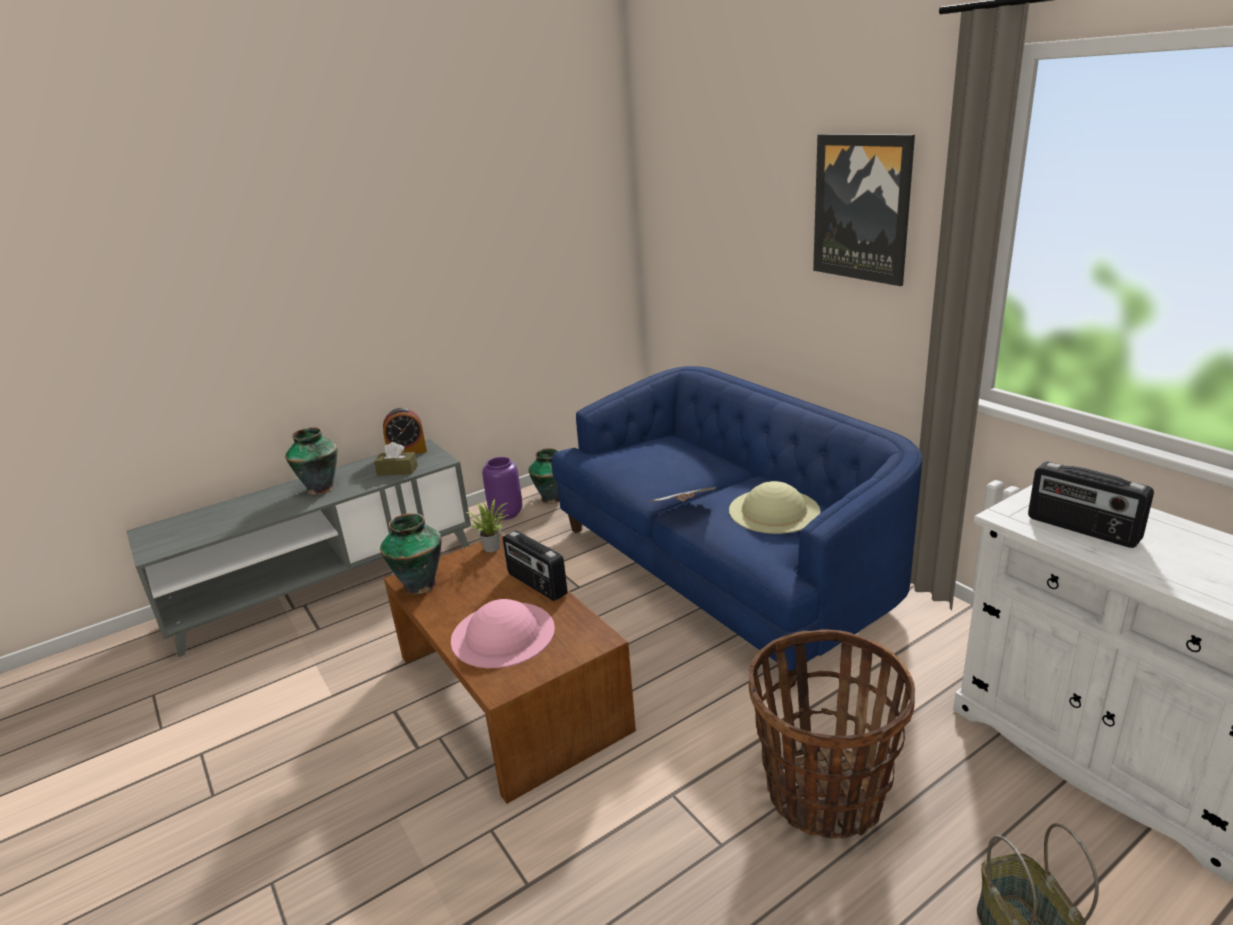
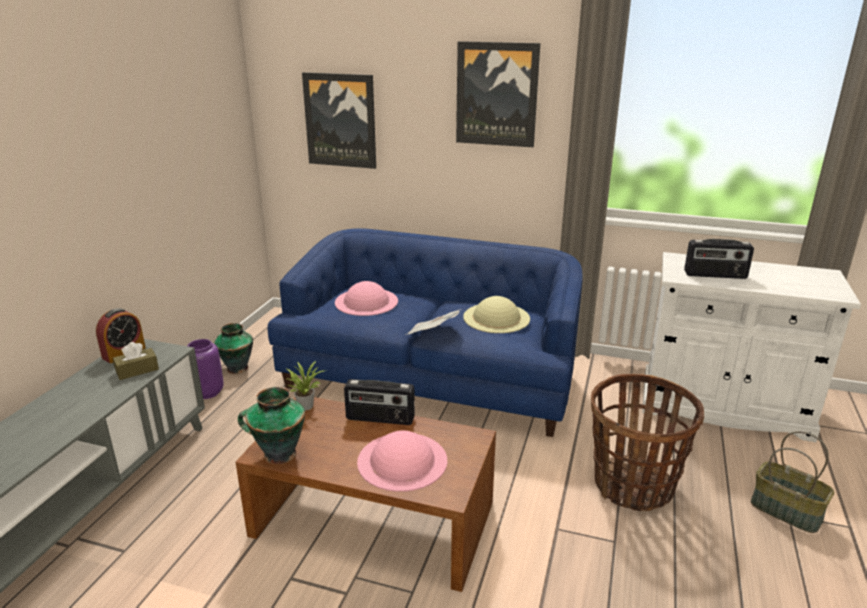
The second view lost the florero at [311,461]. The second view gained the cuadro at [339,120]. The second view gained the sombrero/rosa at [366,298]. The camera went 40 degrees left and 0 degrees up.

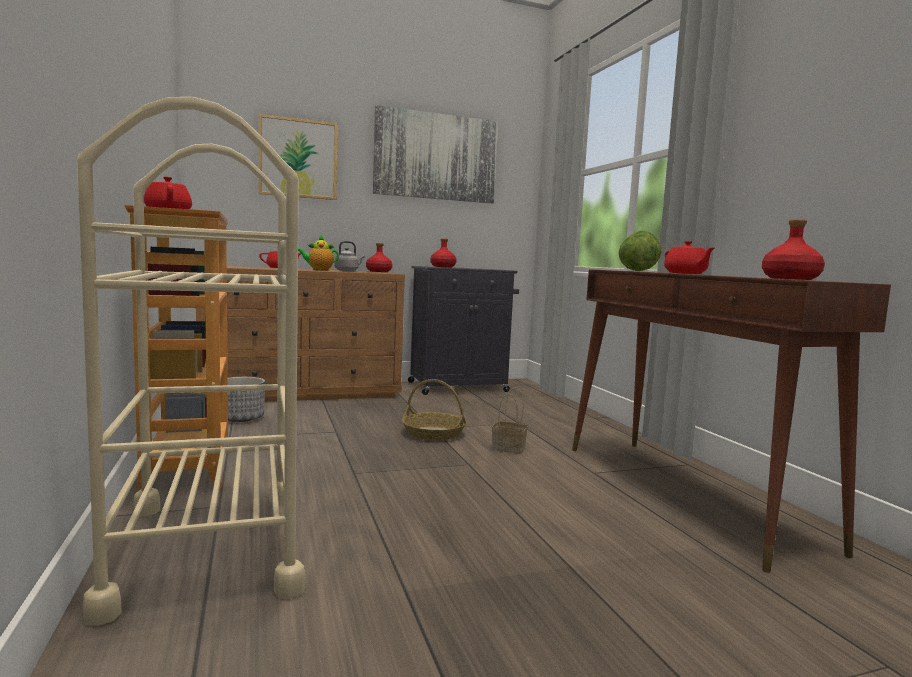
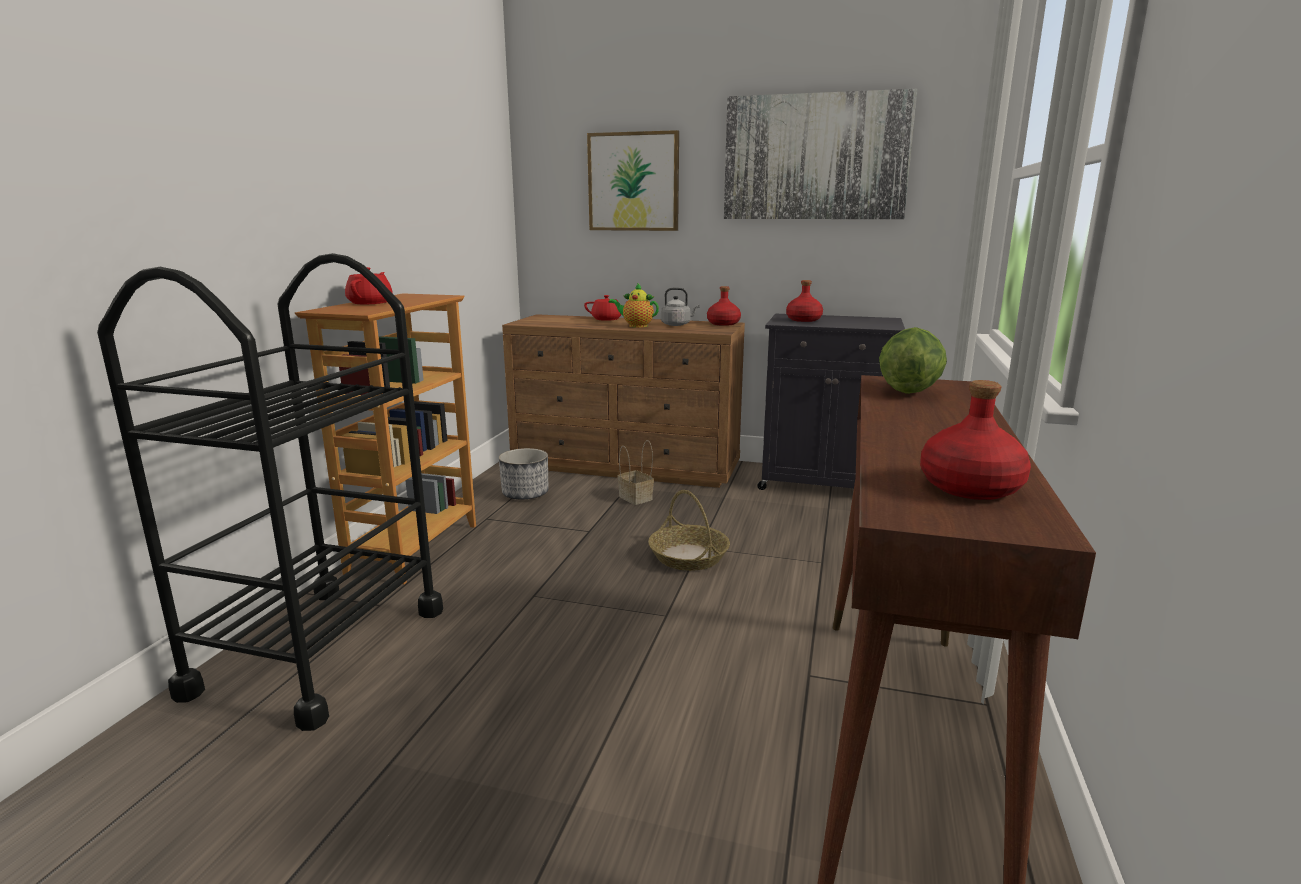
The second view lost the tetera/rojo at [689,257]. The cesta ended up elsewhere, having gone from [510,421] to [636,472]. What was the carrito/beis at [191,361] turned into the carrito/negro at [270,492]. The camera went 35 degrees right and 10 degrees up.

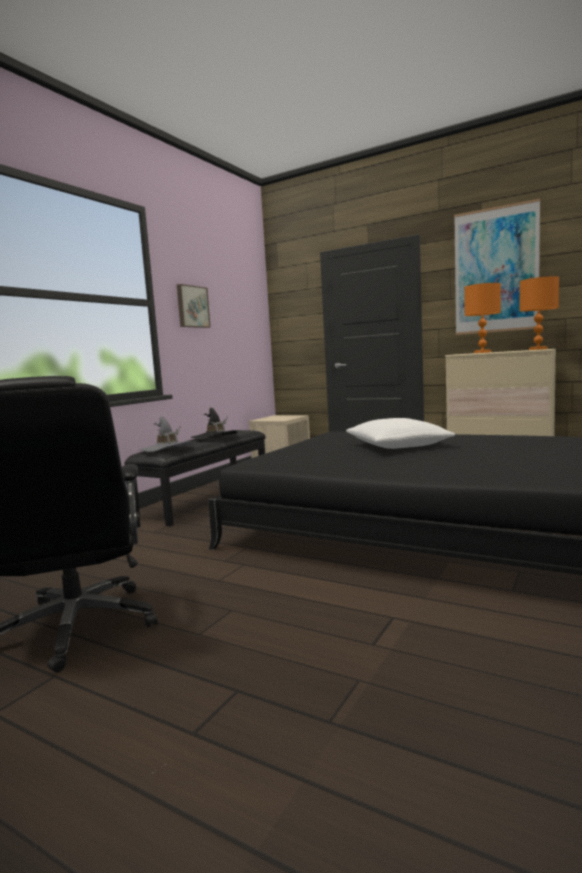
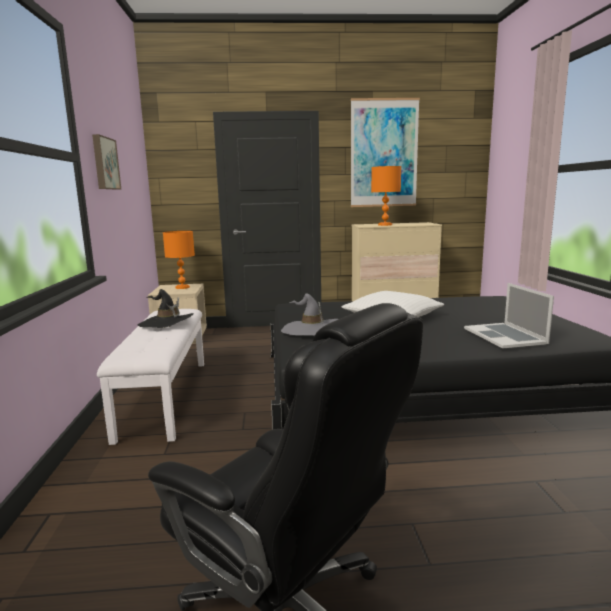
The second view gained the portátil at [509,316]. The sombrero/gris ended up elsewhere, having gone from [165,434] to [309,314]. The lámpara de mesa/naranja ended up elsewhere, having gone from [539,313] to [179,260]. What was the banco/negro at [195,478] turned into the banco/blanco at [150,377]. The camera went 35 degrees left and 5 degrees up.

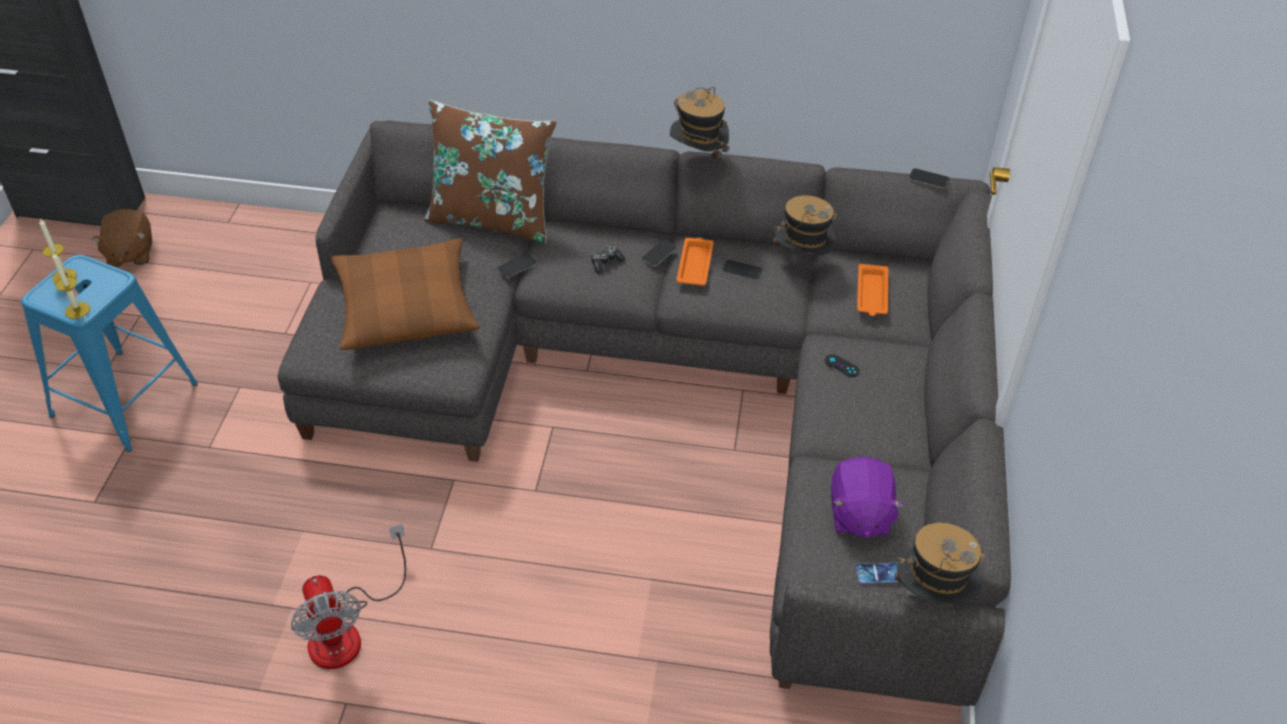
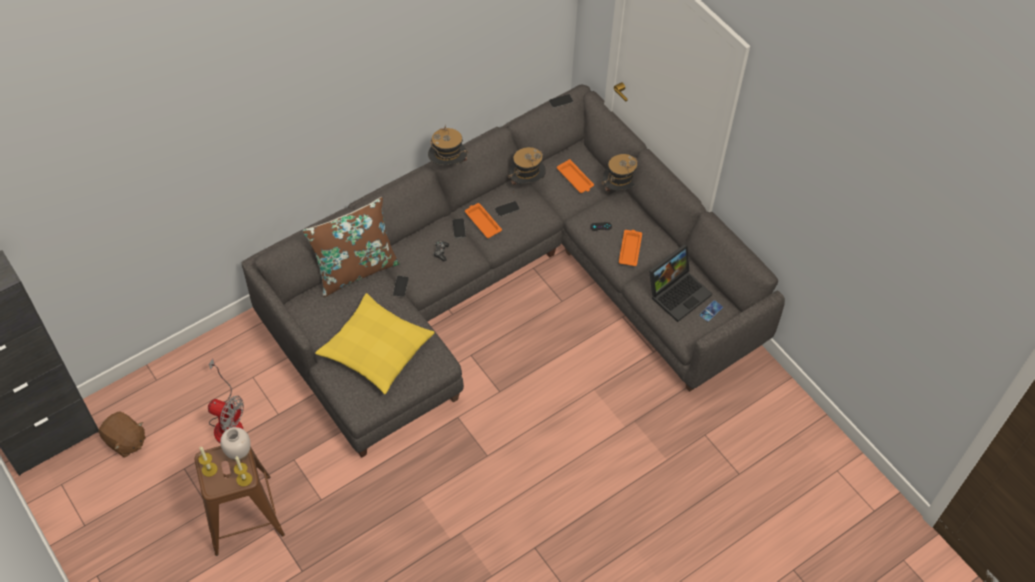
The second view gained the florero/blanco at [235,444]. The second view gained the bandeja/naranja at [630,248]. The ventilador ended up elsewhere, having gone from [348,596] to [226,400]. The sombrero ended up elsewhere, having gone from [938,565] to [619,177]. Where the peluche/morado stood at [867,497], the portátil came to stand at [680,283]. What was the taburete/azul at [109,353] turned into the taburete/marrón at [240,501]. What was the cojín/marrón at [405,294] turned into the cojín/amarillo at [375,343]. The camera went 45 degrees left and 10 degrees up.

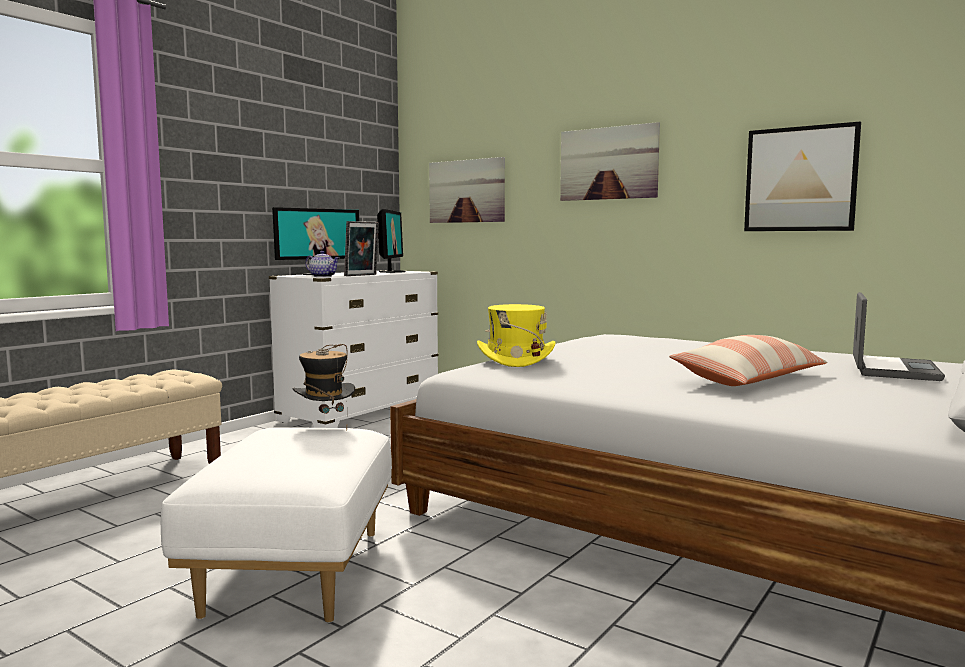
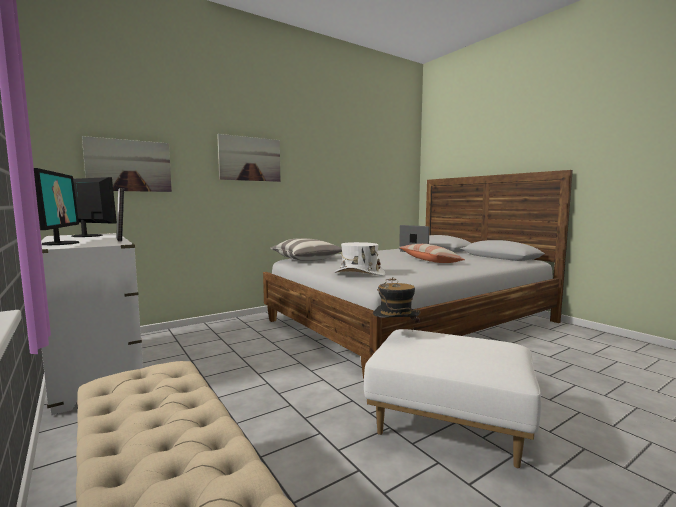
The second view lost the tetera at [322,264]. The second view lost the cuadro at [802,176]. The second view gained the cojín at [306,249]. What was the sombrero/amarillo at [516,335] turned into the sombrero/blanco at [359,259]. The camera went 70 degrees left and 0 degrees up.

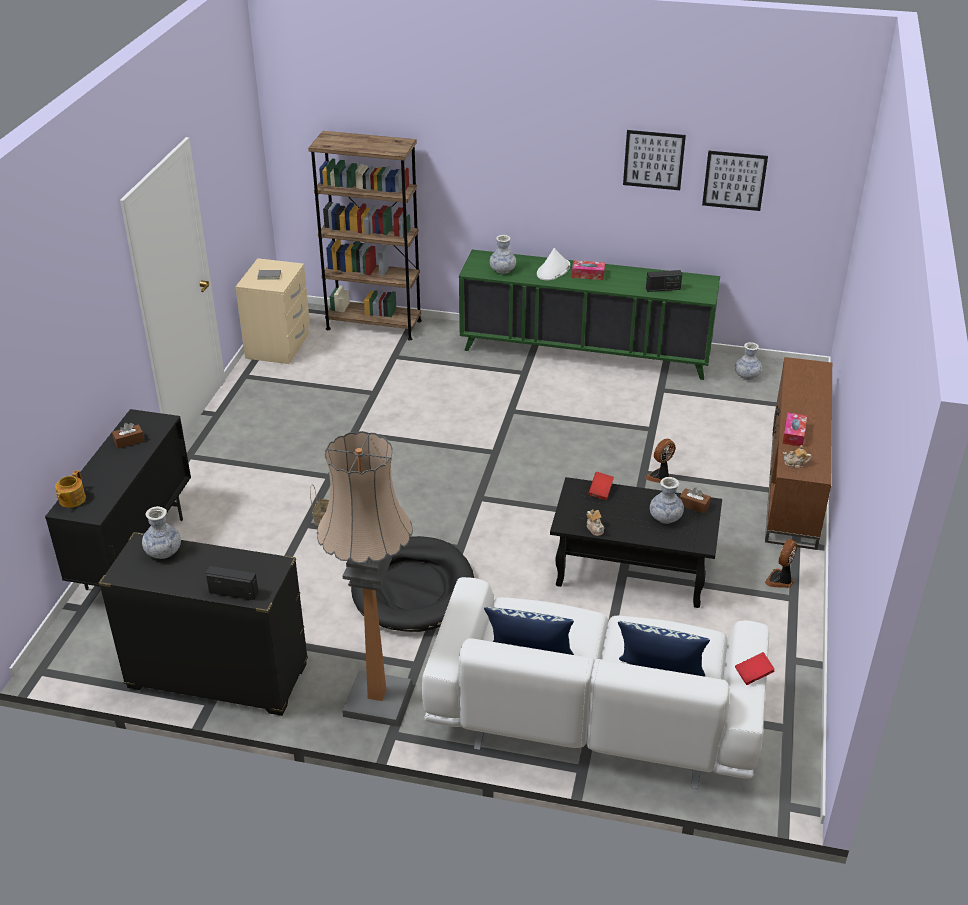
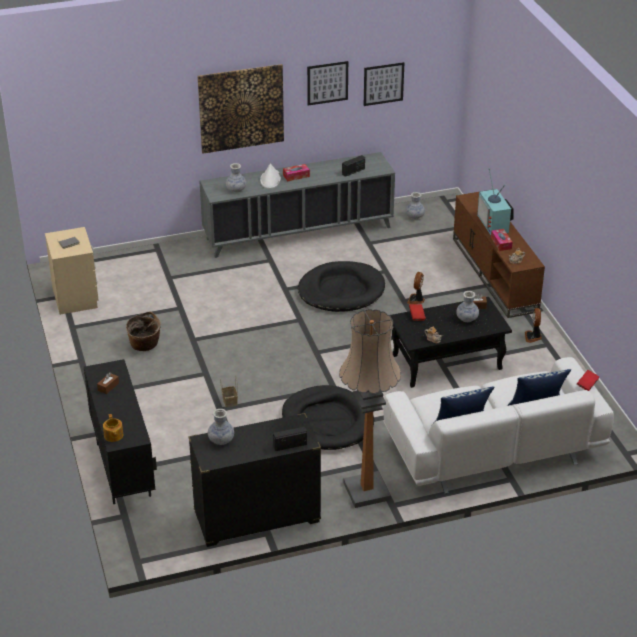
The second view lost the estantería/marrón at [365,235]. The second view gained the cesta at [143,331]. The second view gained the cuadro at [240,109]. The second view gained the cama para perro/negro at [341,286]. The second view gained the televisor at [495,201]. What was the armario/verde at [589,315] turned into the armario/gris at [297,205]. The camera went 30 degrees left and 0 degrees up.

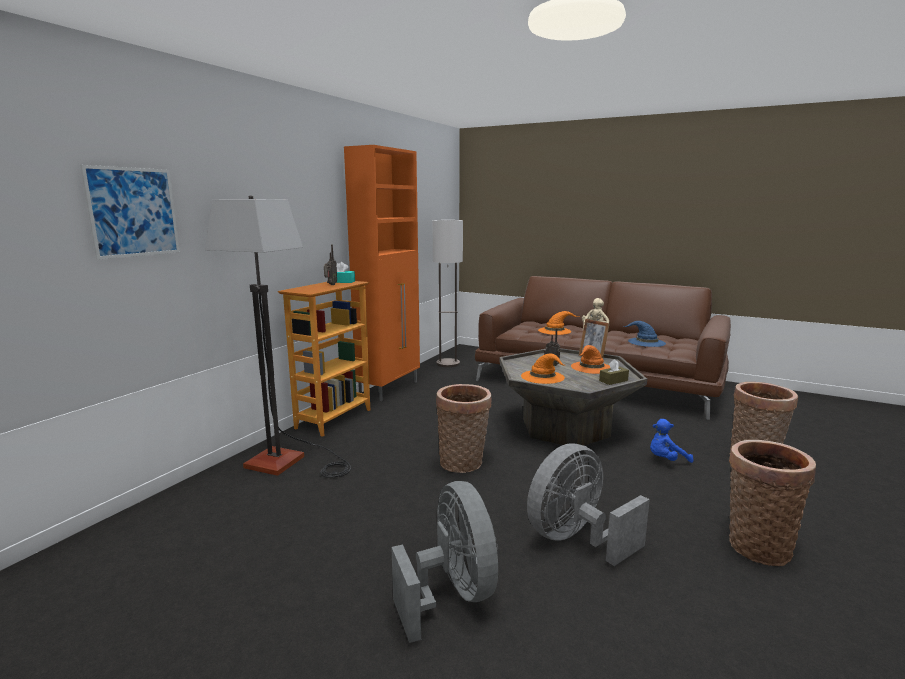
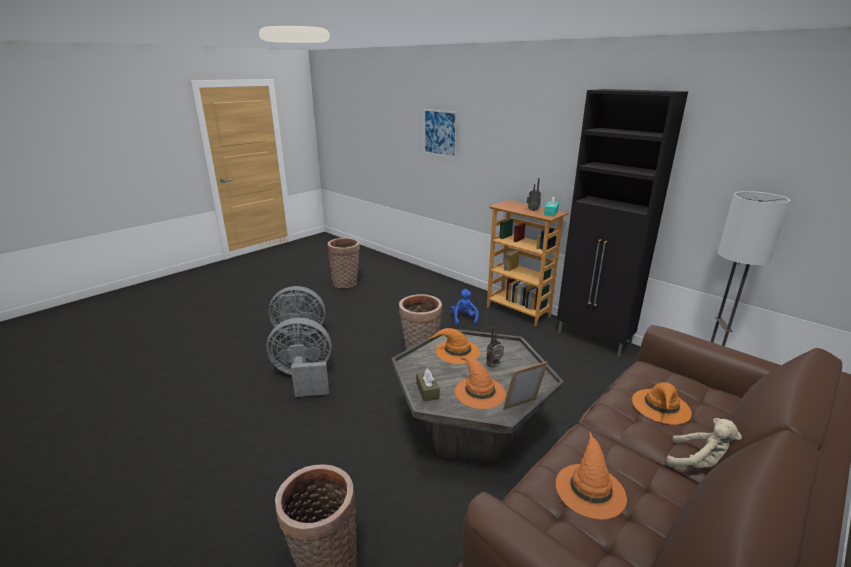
The second view lost the lámpara de pie at [278,336]. The peluche/azul ended up elsewhere, having gone from [672,441] to [465,307]. The cesta ended up elsewhere, having gone from [772,503] to [343,263]. What was the armario/naranja at [382,273] turned into the armario/negro at [622,223]. What was the sombrero/azul at [645,334] turned into the sombrero/naranja at [591,475]. The ventilador/gris at [588,504] ended up facing another way, 75 degrees counterclockwise from before. The camera went 105 degrees right and 10 degrees up.

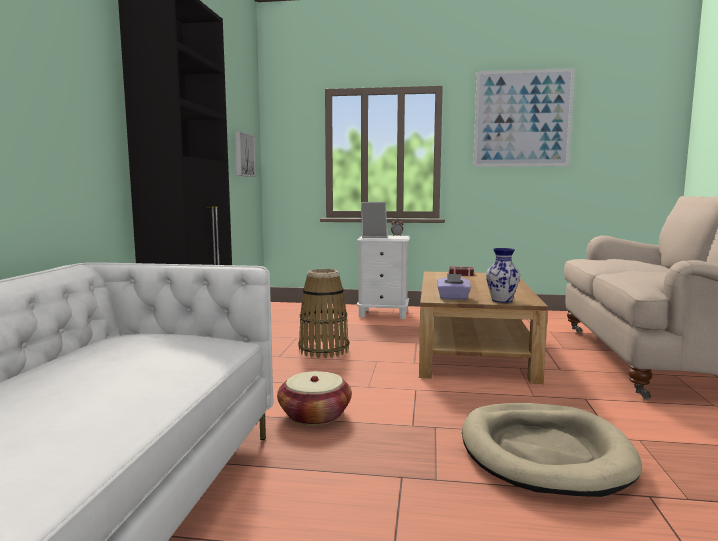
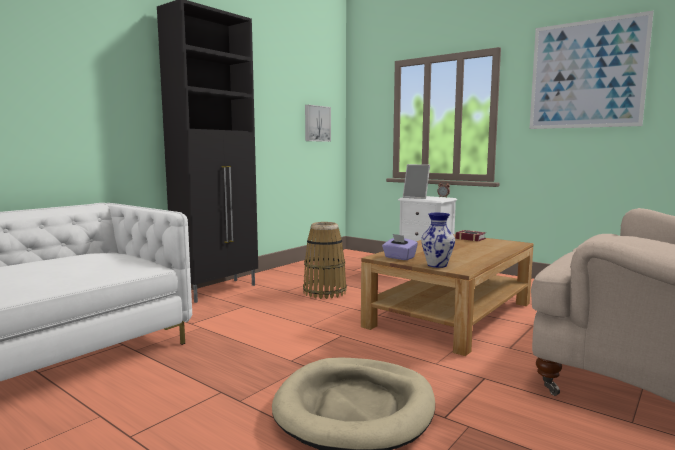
The second view lost the cesta at [314,398]. The camera went 30 degrees right and 0 degrees up.

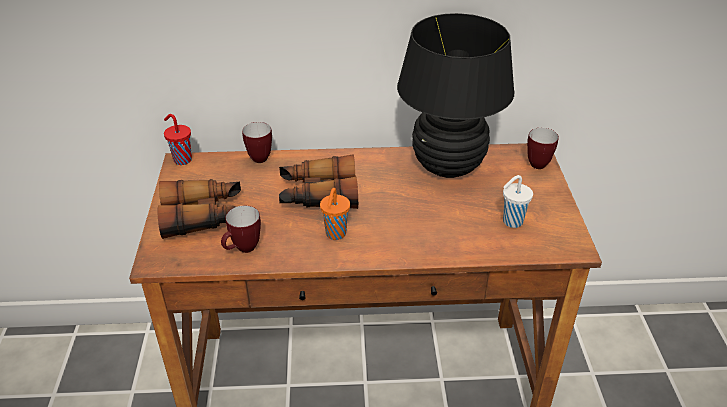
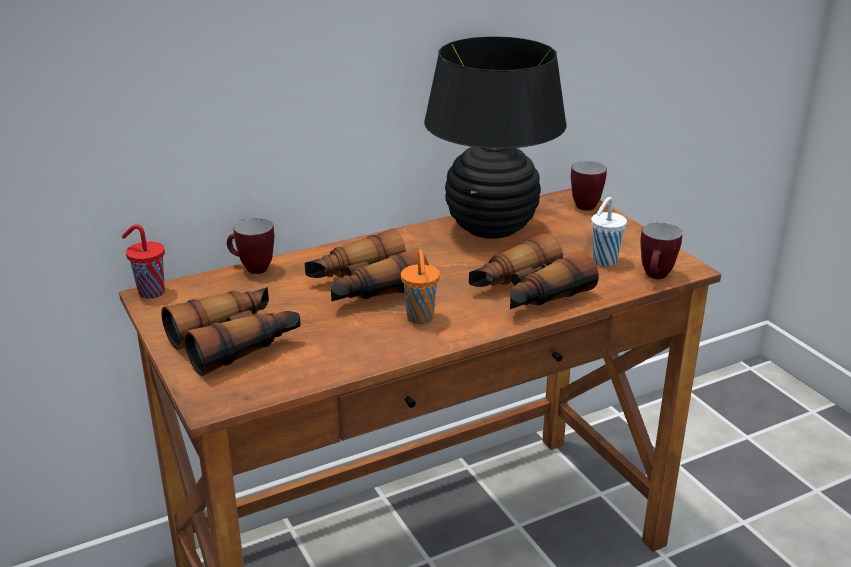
The second view gained the prismáticos at [534,270]. The taza grande ended up elsewhere, having gone from [241,229] to [661,251]. The camera went 25 degrees left and 10 degrees down.

